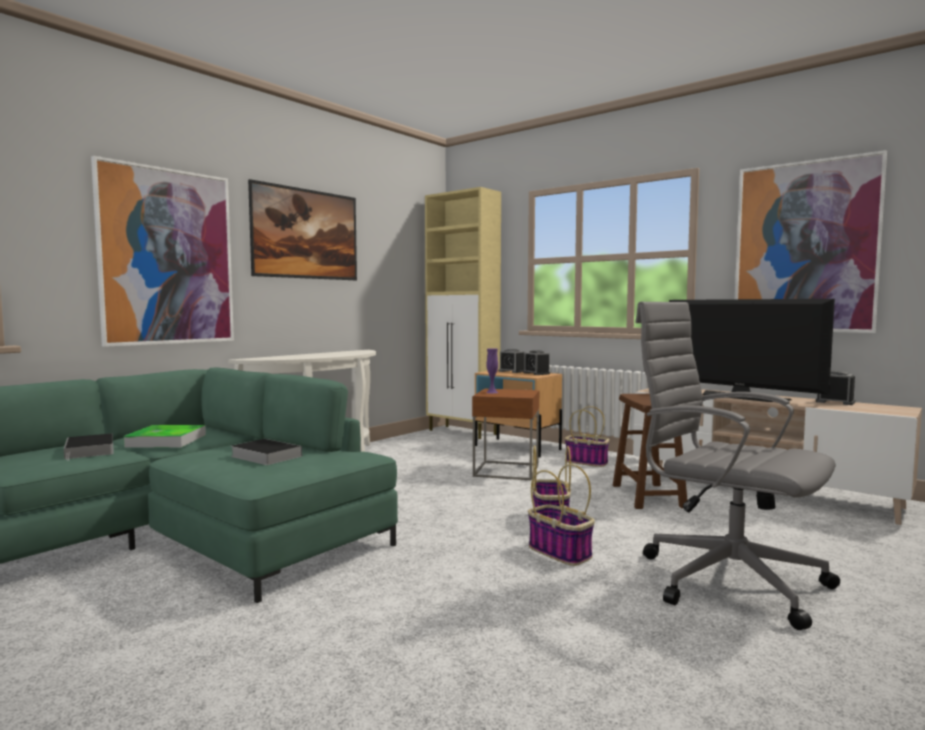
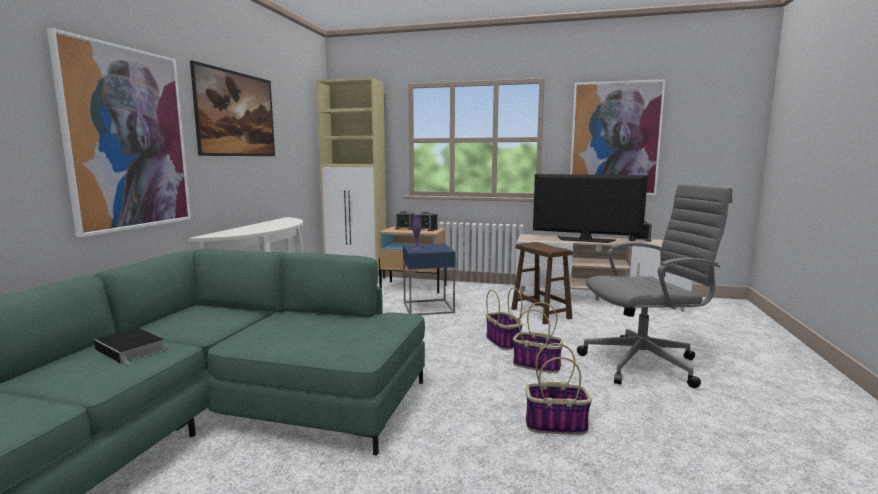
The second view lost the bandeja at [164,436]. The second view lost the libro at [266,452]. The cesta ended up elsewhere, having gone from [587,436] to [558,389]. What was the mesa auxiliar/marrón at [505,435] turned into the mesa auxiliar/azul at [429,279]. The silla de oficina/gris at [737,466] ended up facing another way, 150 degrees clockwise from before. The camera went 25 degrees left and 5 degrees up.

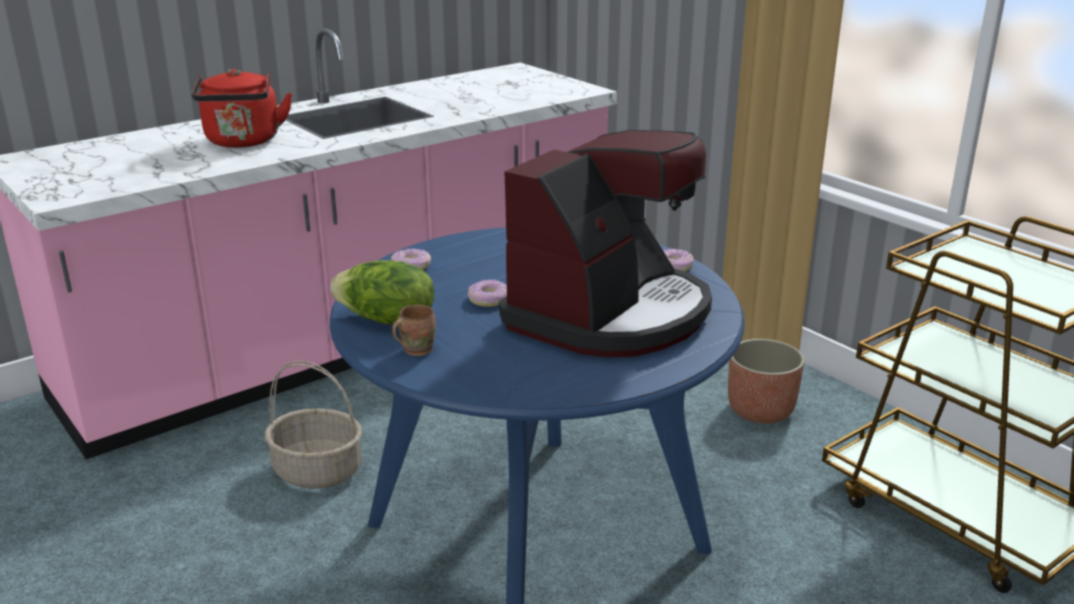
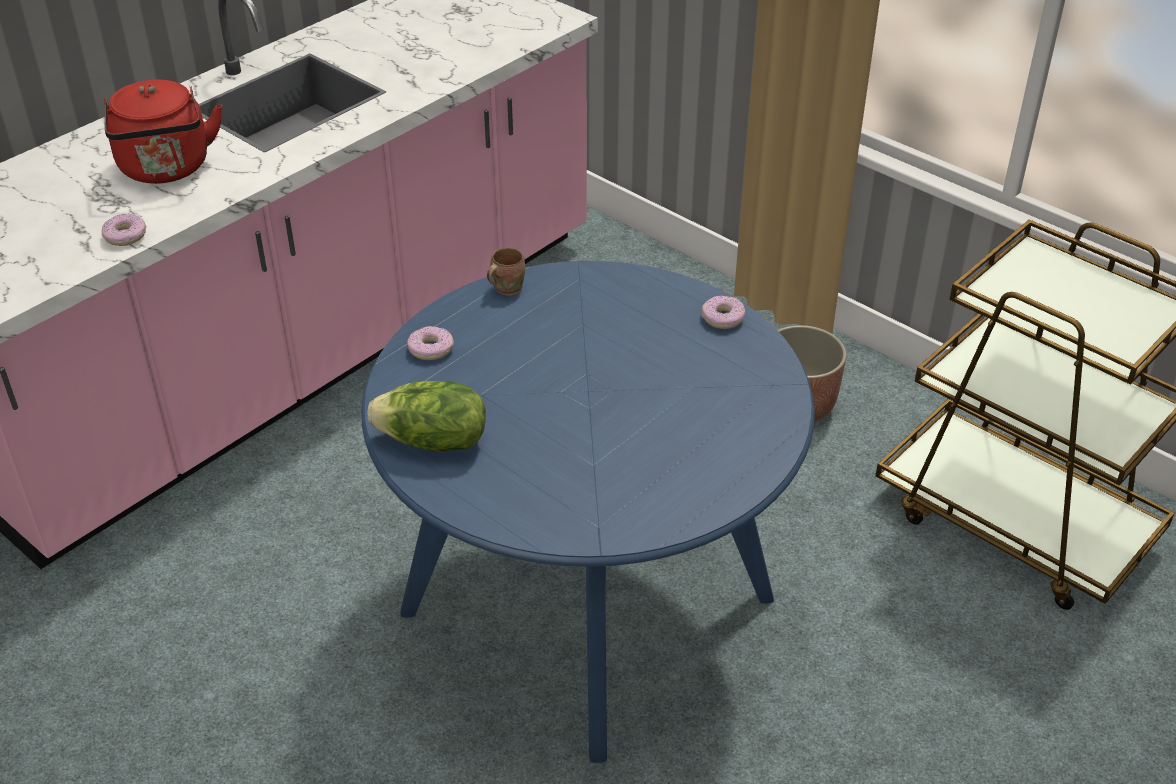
The second view lost the cesta at [313,424]. The second view lost the cafetera at [605,243]. The taza grande/marrón ended up elsewhere, having gone from [413,330] to [506,272]. The rosquilla ended up elsewhere, having gone from [487,293] to [124,229]. The camera went 10 degrees left and 15 degrees up.

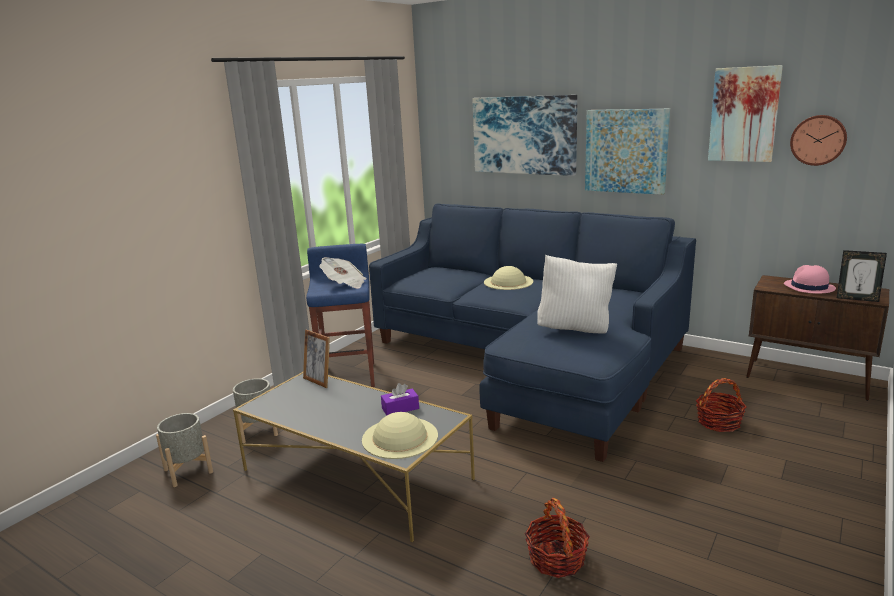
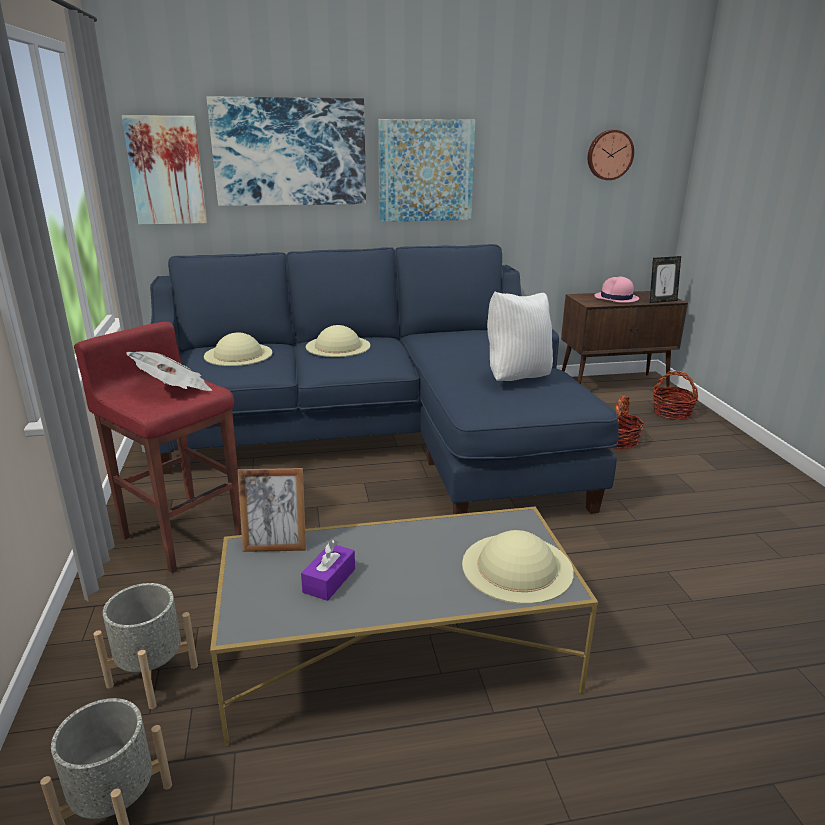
The second view gained the sombrero/beis at [238,349]. The caja de pañuelos/morado ended up elsewhere, having gone from [400,399] to [328,570]. The cesta ended up elsewhere, having gone from [557,538] to [675,395]. The cuadro ended up elsewhere, having gone from [745,113] to [164,170]. What was the taburete/azul at [340,315] turned into the taburete/rojo at [158,447]. The camera went 45 degrees left and 5 degrees up.

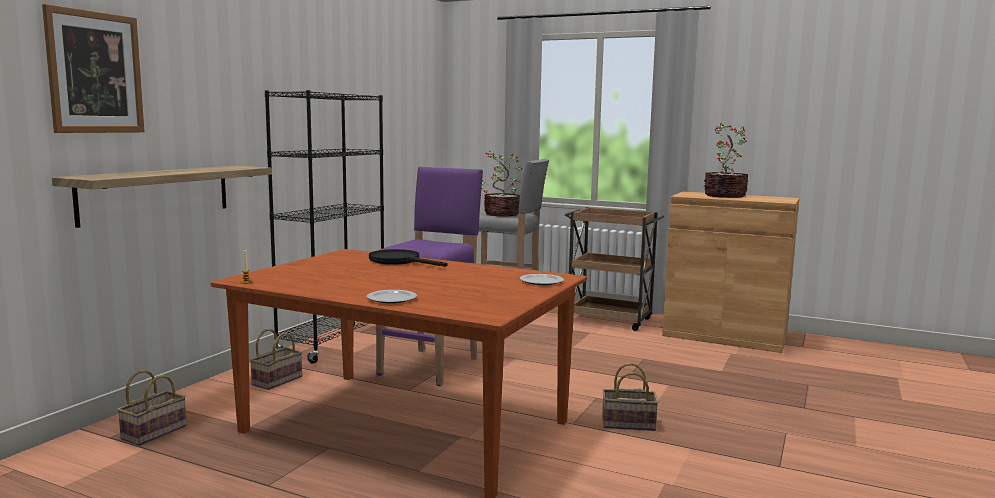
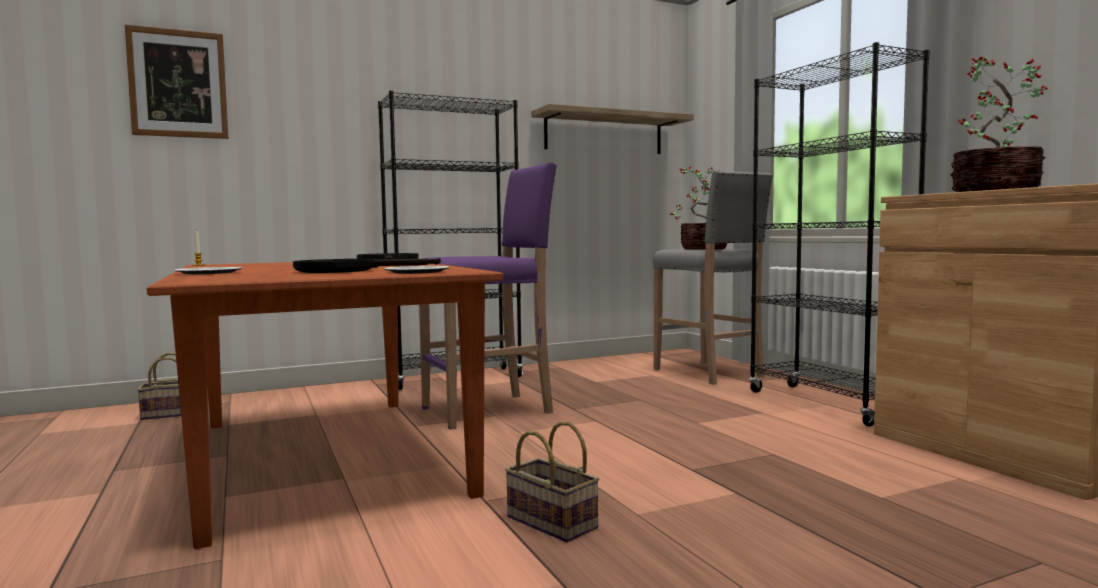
The second view lost the cesta at [276,359]. The second view gained the sartén/negro at [367,265]. The estante ended up elsewhere, having gone from [162,197] to [612,129]. Where the carrito/marrón stood at [614,269], the estantería/negro came to stand at [839,234]. The camera went 40 degrees right and 5 degrees down.

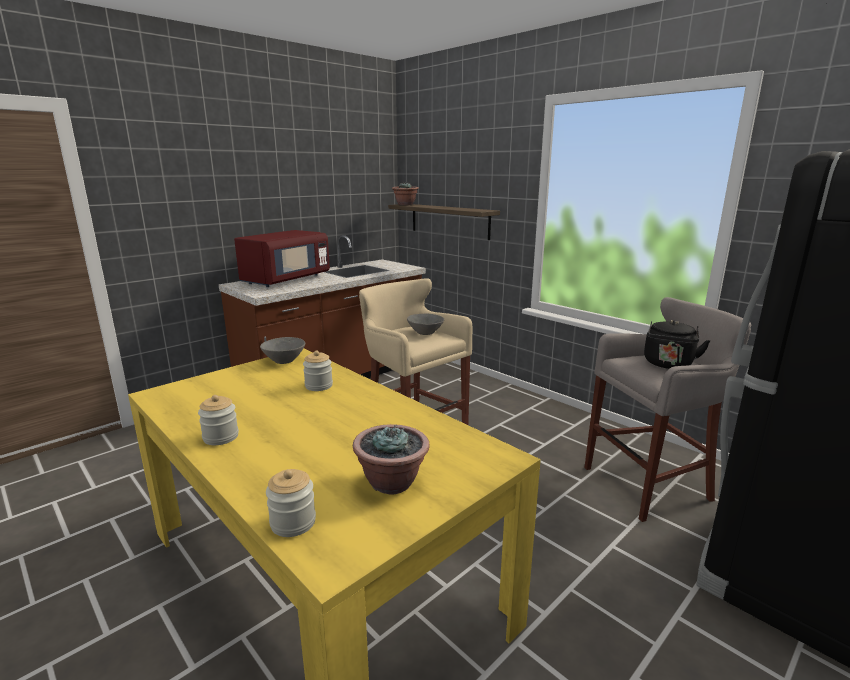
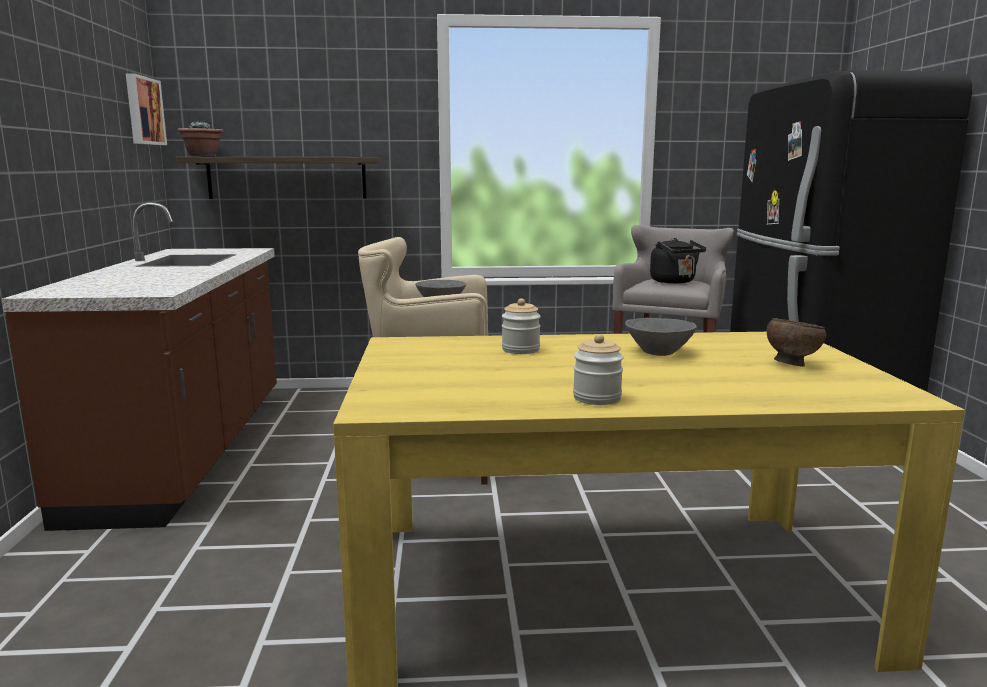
The second view lost the microondas/rojo at [282,258]. The second view lost the tarro at [291,503]. The second view gained the cuadro at [146,109]. The cuenco/gris ended up elsewhere, having gone from [282,350] to [661,337]. Where the planta en maceta stood at [391,459], the cuenco/marrón came to stand at [796,342]. The camera went 50 degrees left and 5 degrees down.

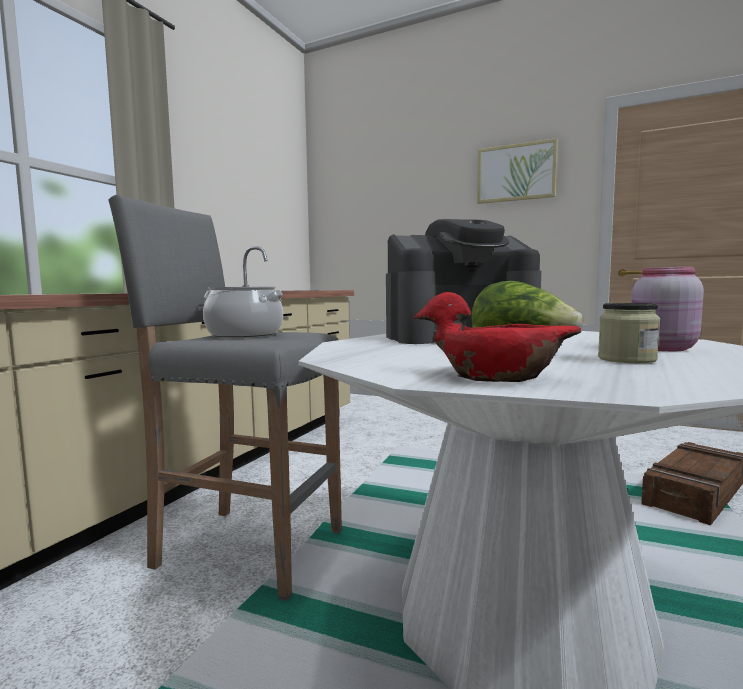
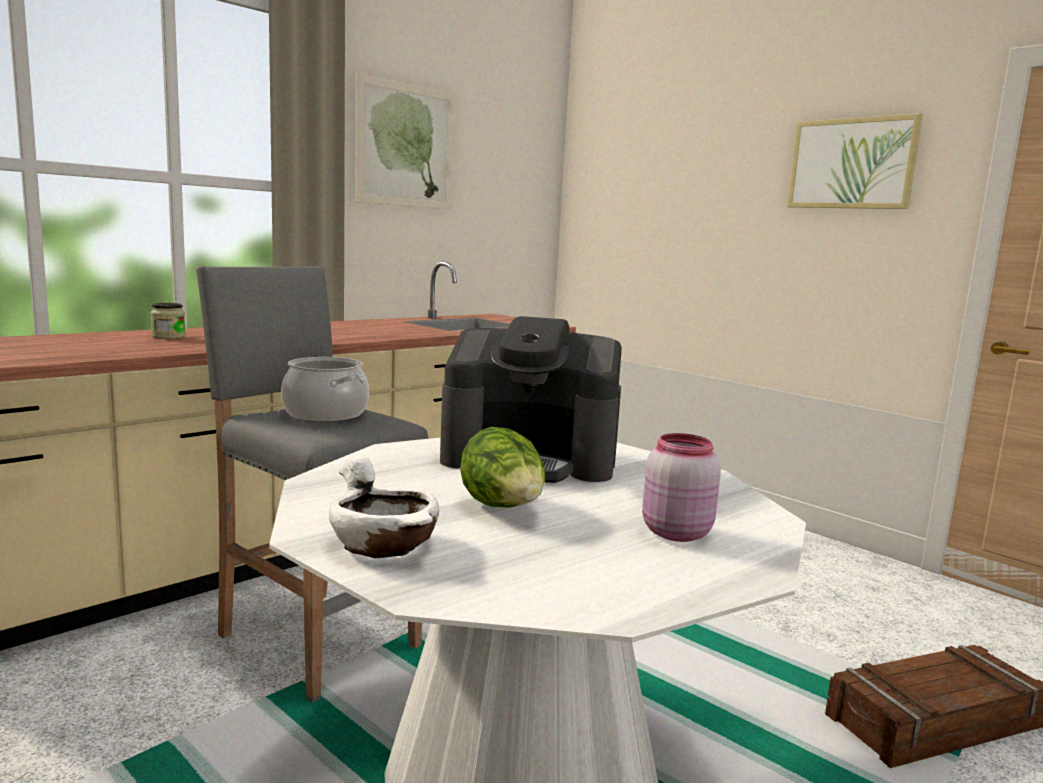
The second view gained the cuadro at [405,141]. The tarro ended up elsewhere, having gone from [629,333] to [168,321]. What was the cuenco/rojo at [497,337] turned into the cuenco/blanco at [384,506]. The camera went 20 degrees right and 5 degrees up.

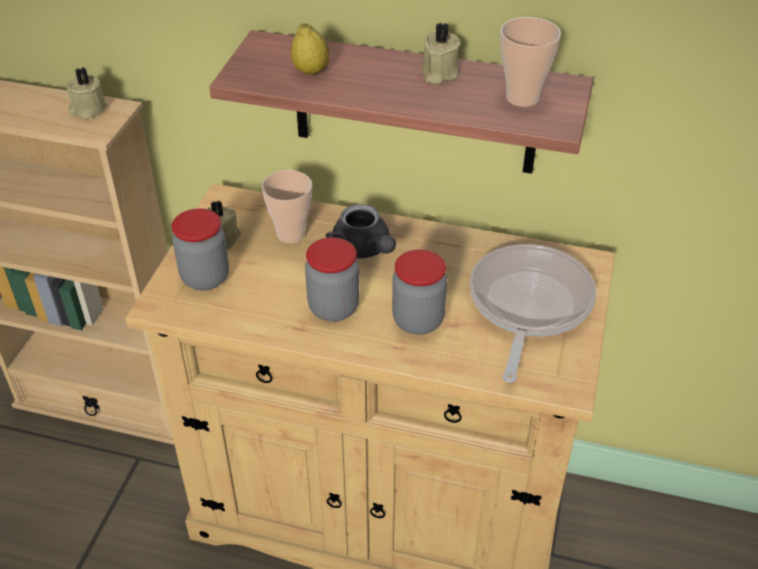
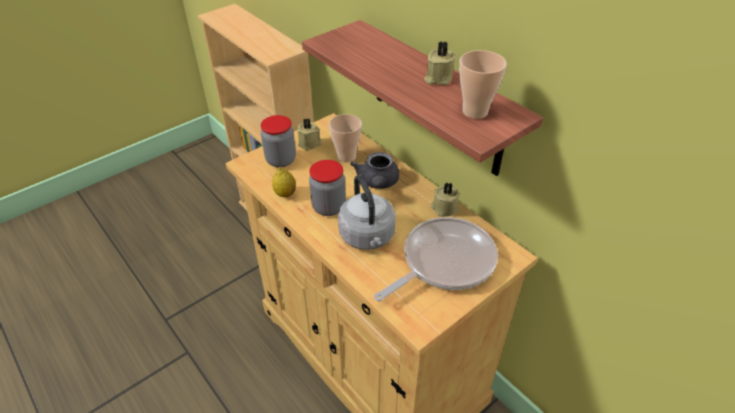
The vela/beis ended up elsewhere, having gone from [87,93] to [445,199]. The limón ended up elsewhere, having gone from [310,49] to [284,182]. Where the tarro stood at [419,292], the hervidor/gris came to stand at [367,212]. The camera went 35 degrees right and 0 degrees up.

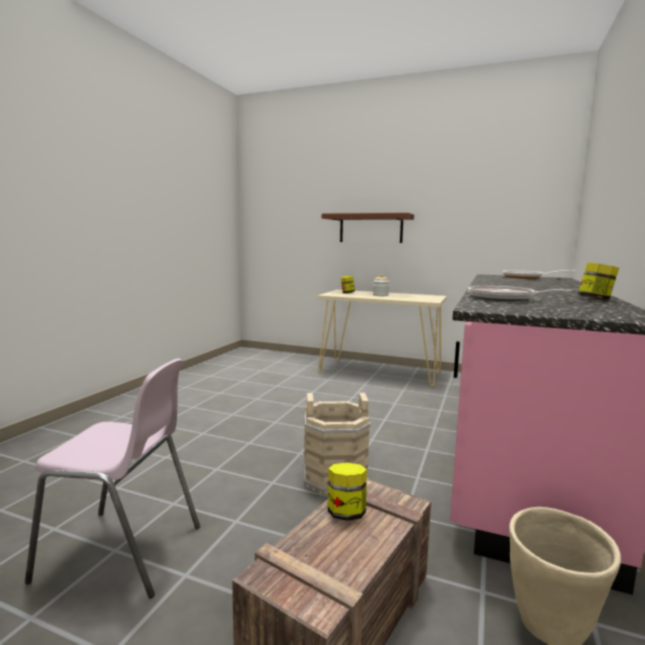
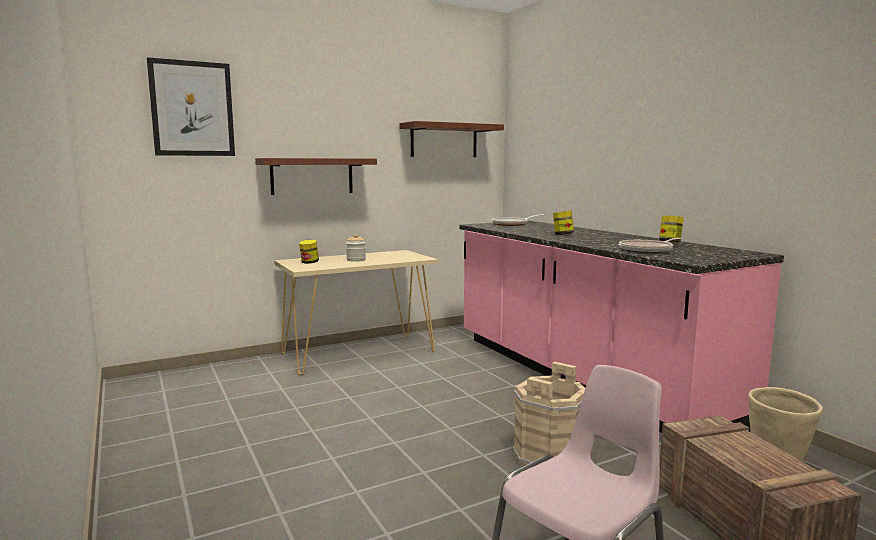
The second view gained the cuadro at [191,106]. The second view gained the estante/marrón at [452,139]. The tarro ended up elsewhere, having gone from [347,492] to [563,223]. The camera went 50 degrees left and 0 degrees up.

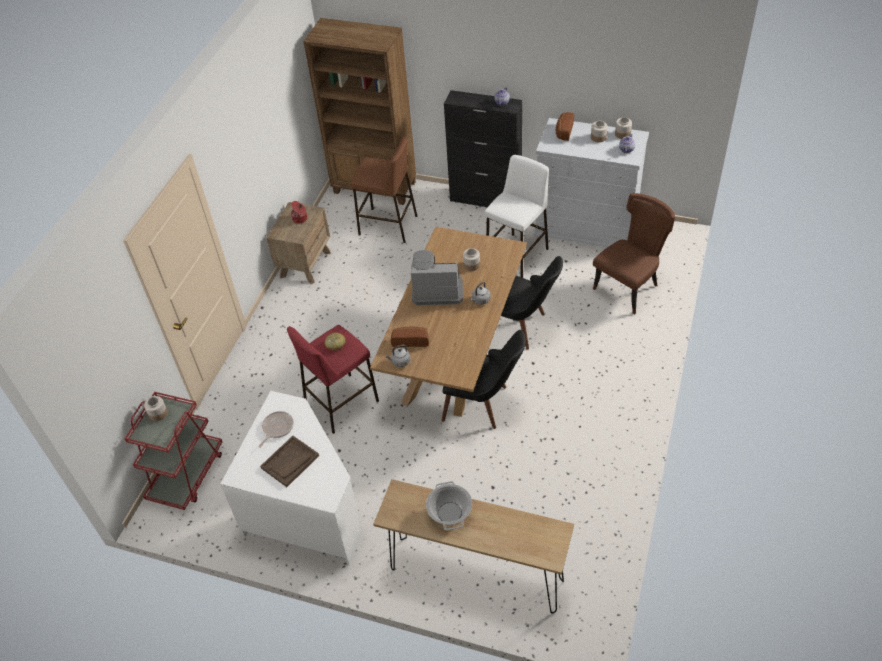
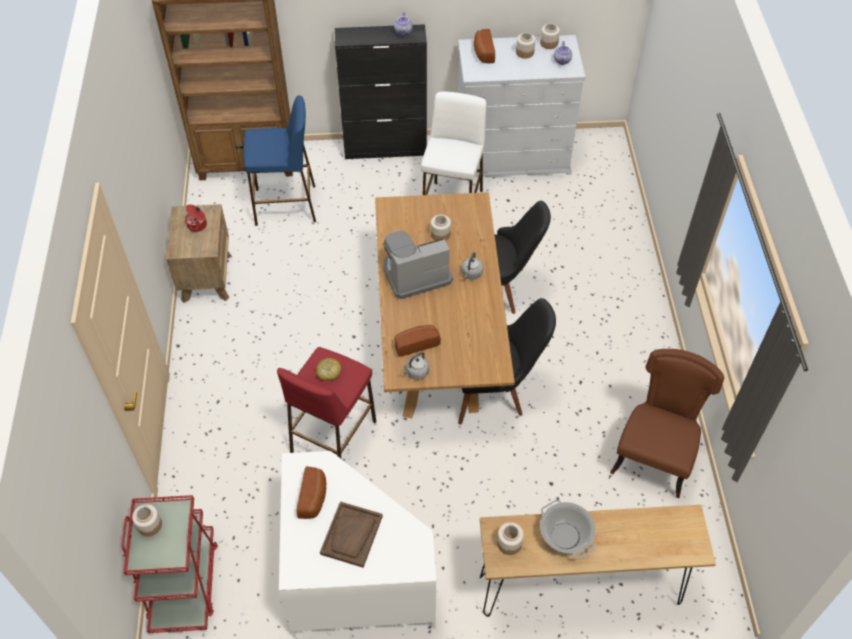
The second view gained the tarro at [510,538]. The silla/marrón ended up elsewhere, having gone from [634,253] to [667,423]. Where the sartén stood at [276,429], the pan came to stand at [311,492]. What was the taburete/marrón at [384,189] turned into the taburete/azul at [280,161]. The camera went 25 degrees left and 5 degrees up.

